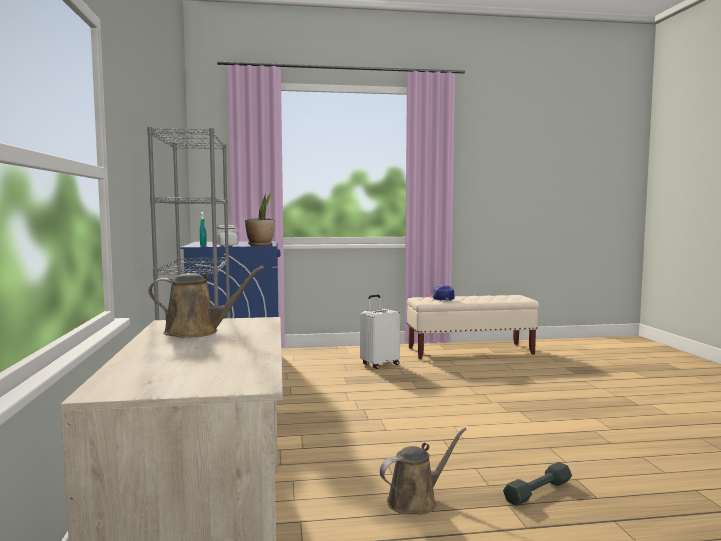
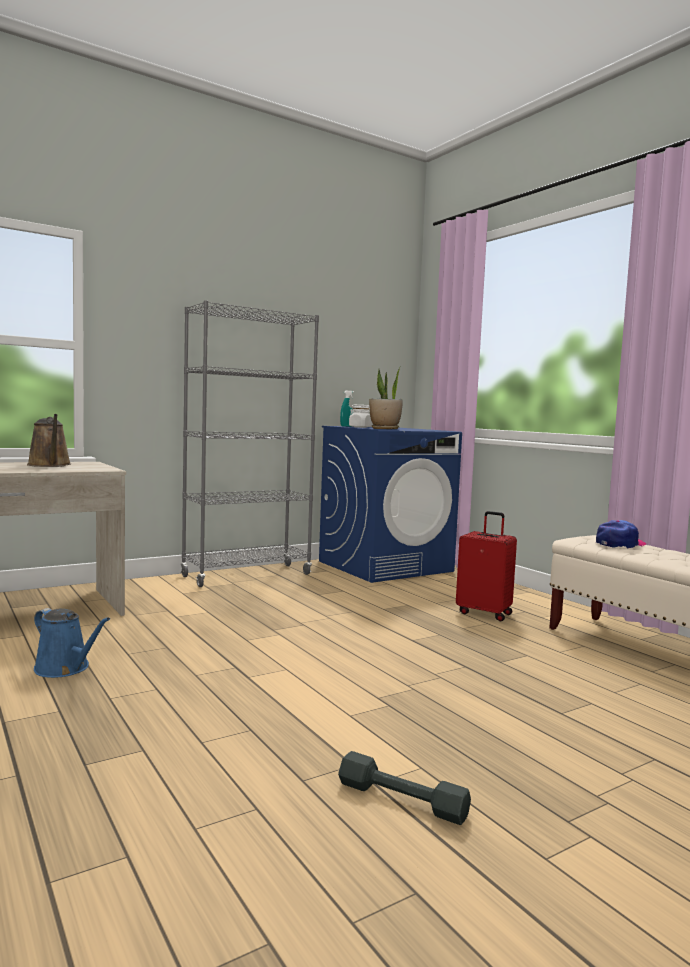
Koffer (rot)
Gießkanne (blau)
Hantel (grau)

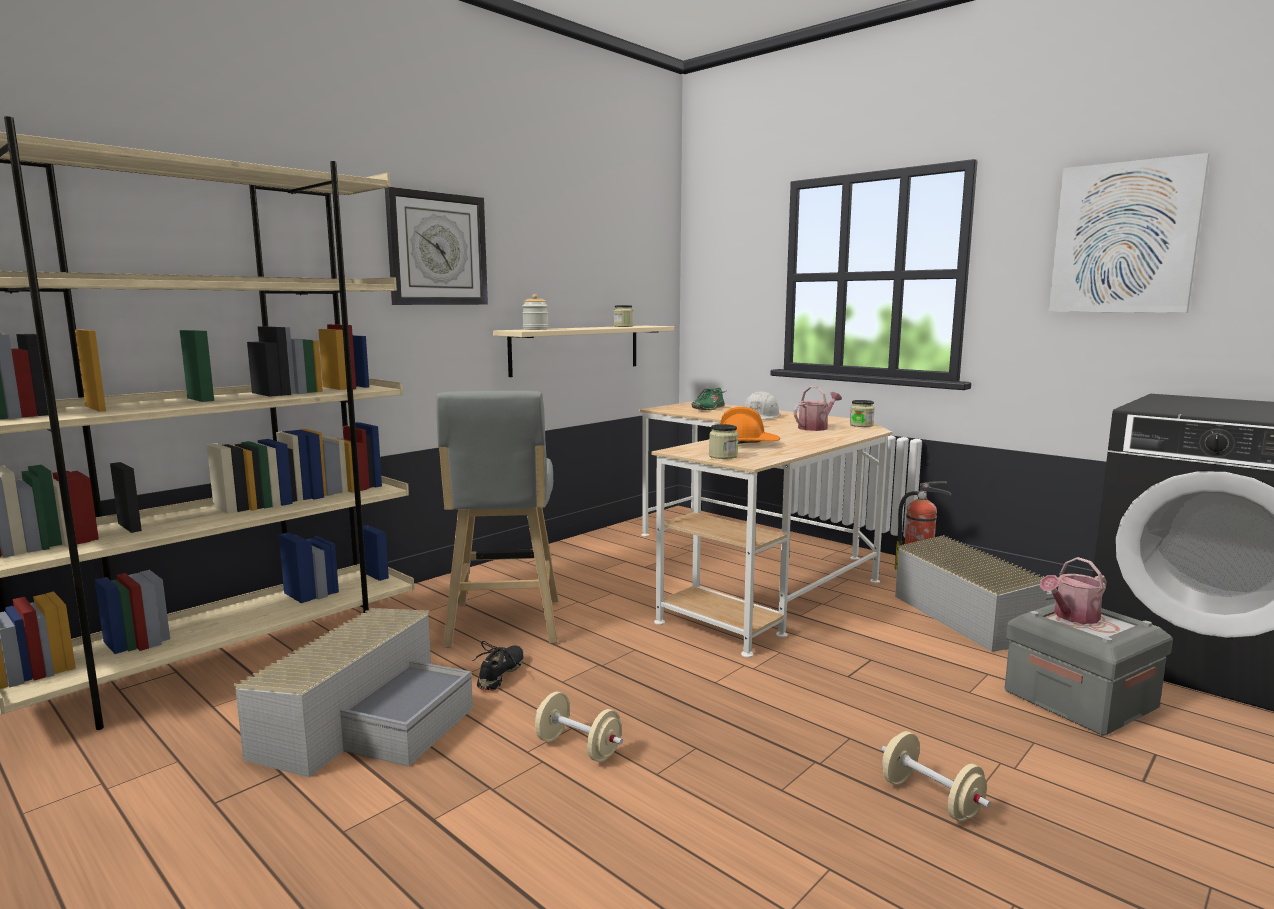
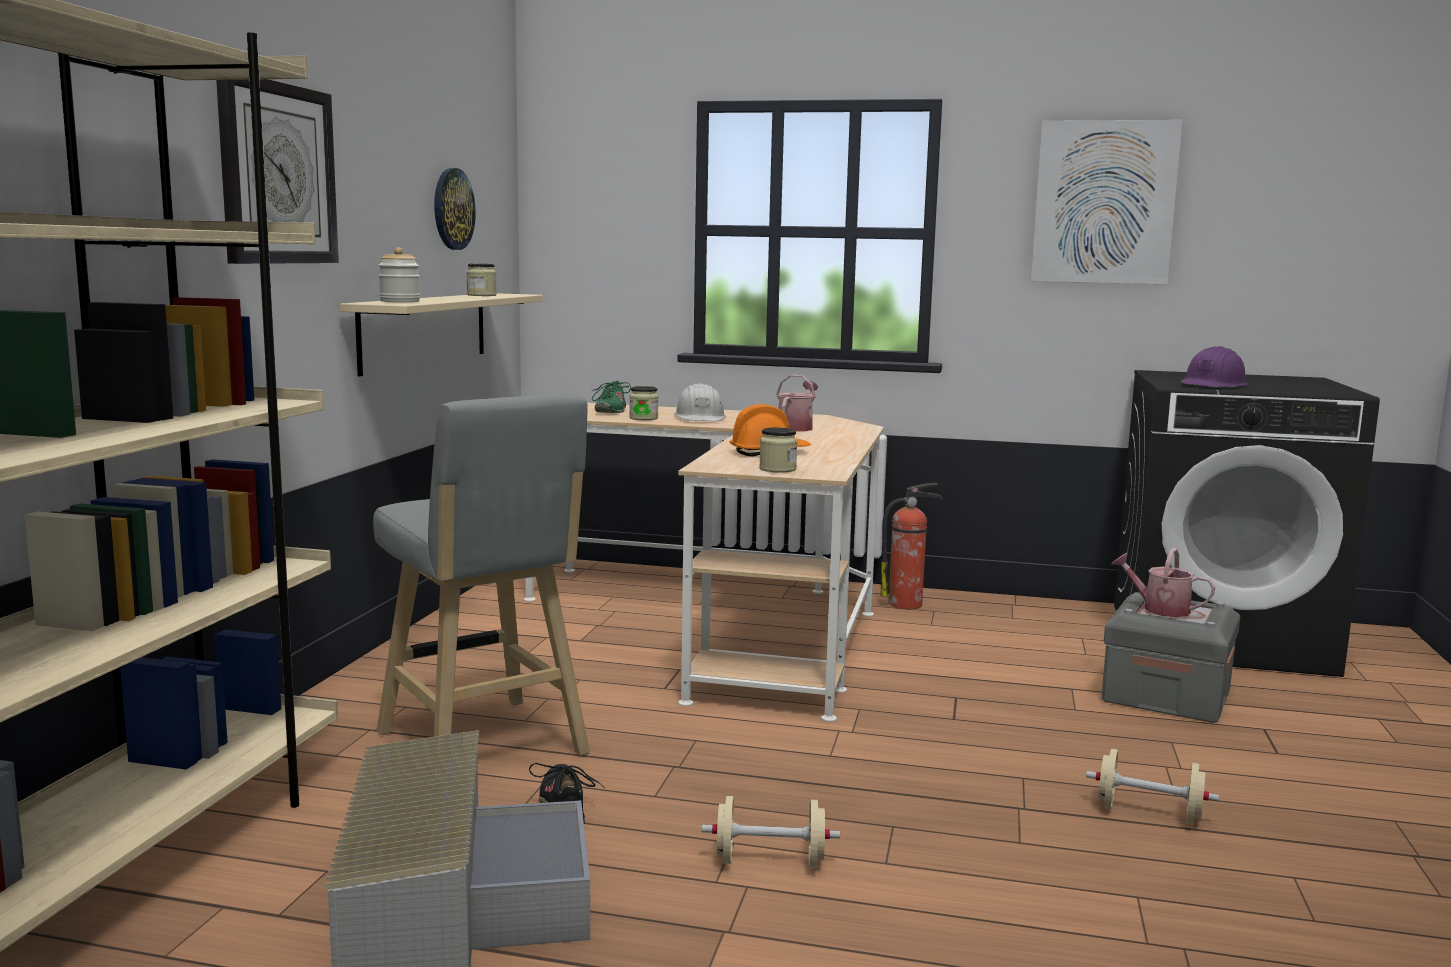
Vorratsglas (no. 3 from left)
Aufbewahrungsbox (grau) (no. 2 from left in the first image)
Gießkanne (no. 2 from left)
Wanduhr (no. 2 from left)
Schutzhelm (lila)

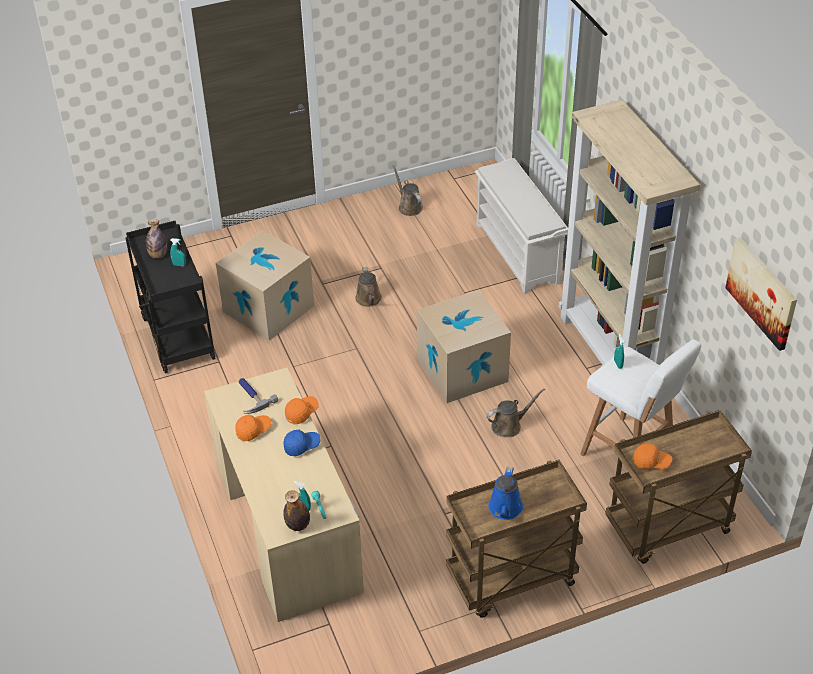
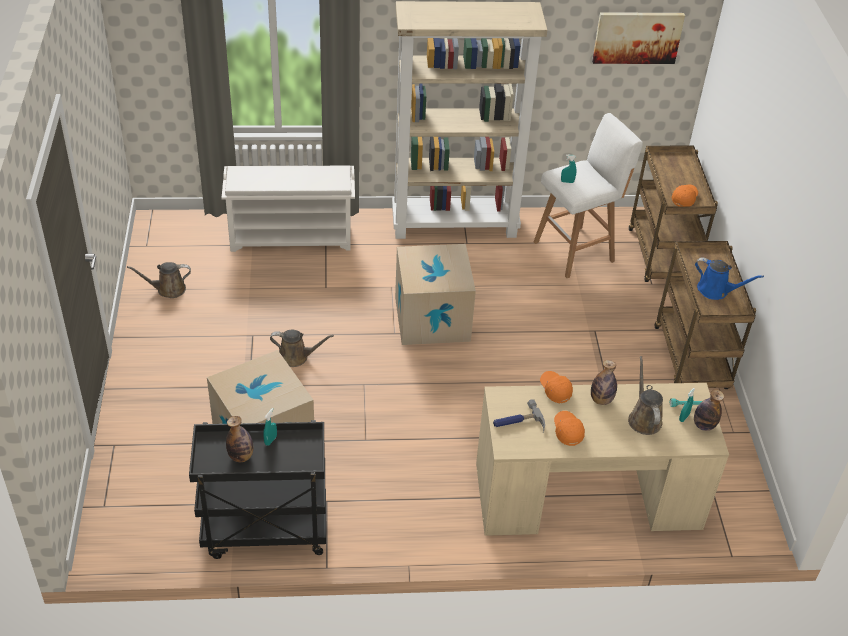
Flasche (no. 2 from left)
Gießkanne (braun) (no. 3 from left)

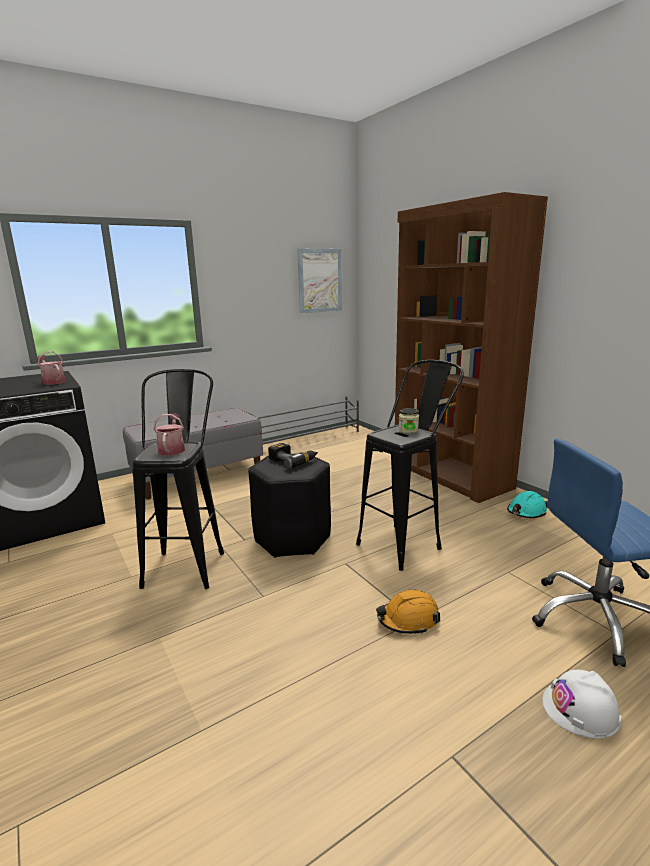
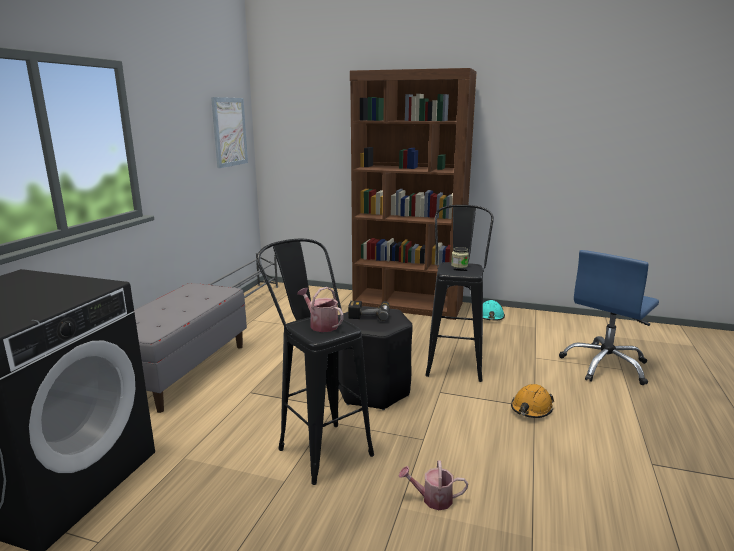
Gießkanne (no. 2 from left)
Schutzhelm (weiß)

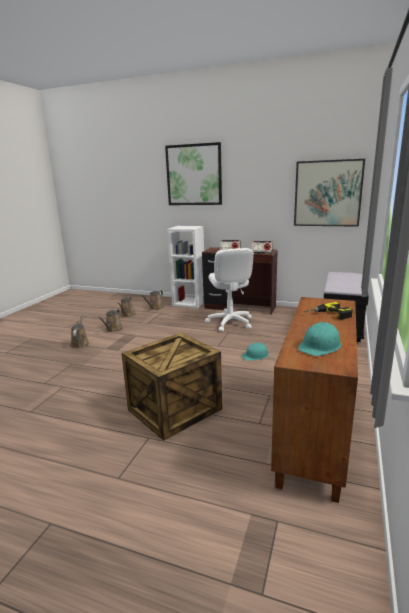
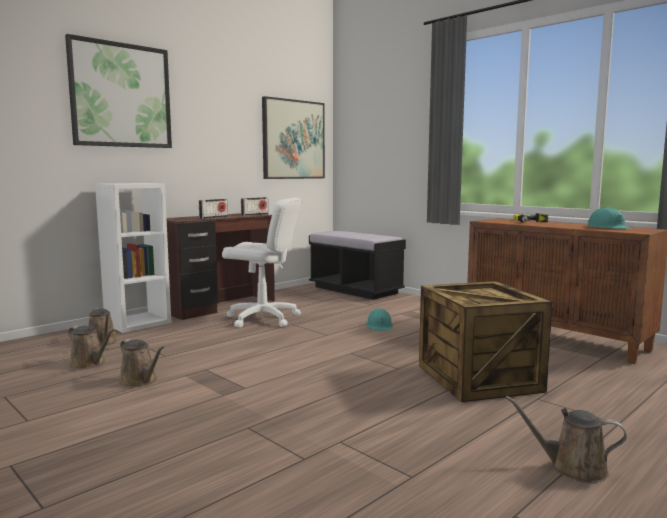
Gießkanne (braun) (no. 4 from left)

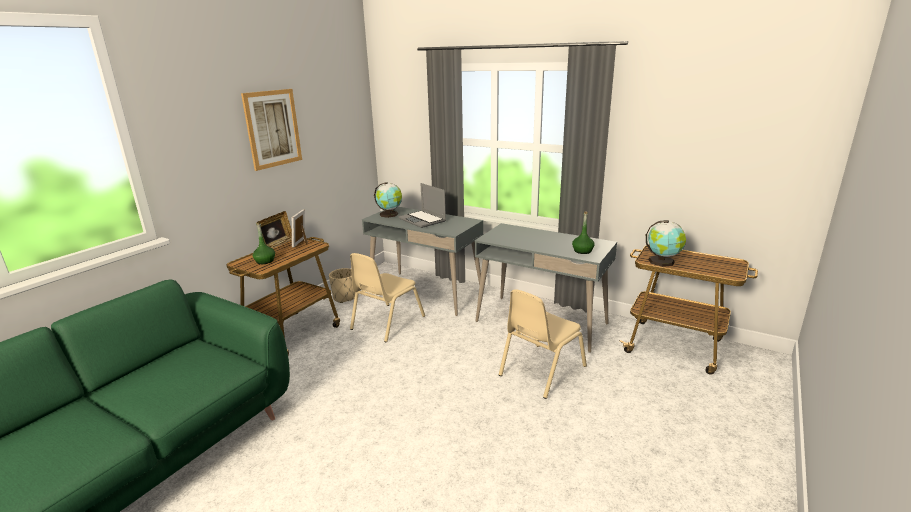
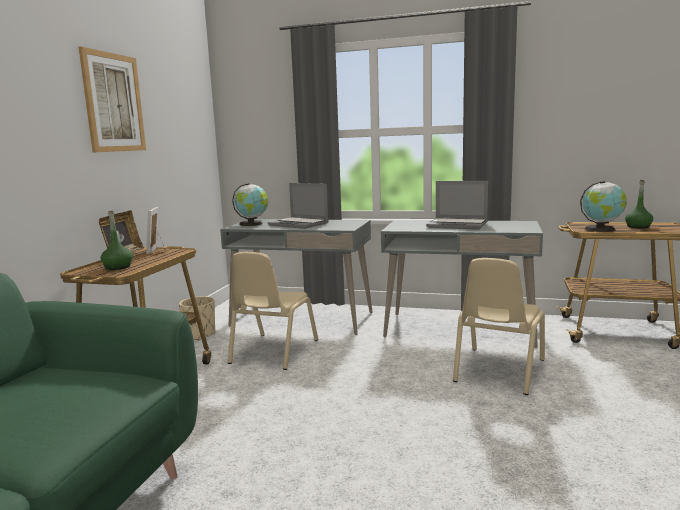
Flasche (grün) (no. 2 from left)
Laptop (no. 2 from left)

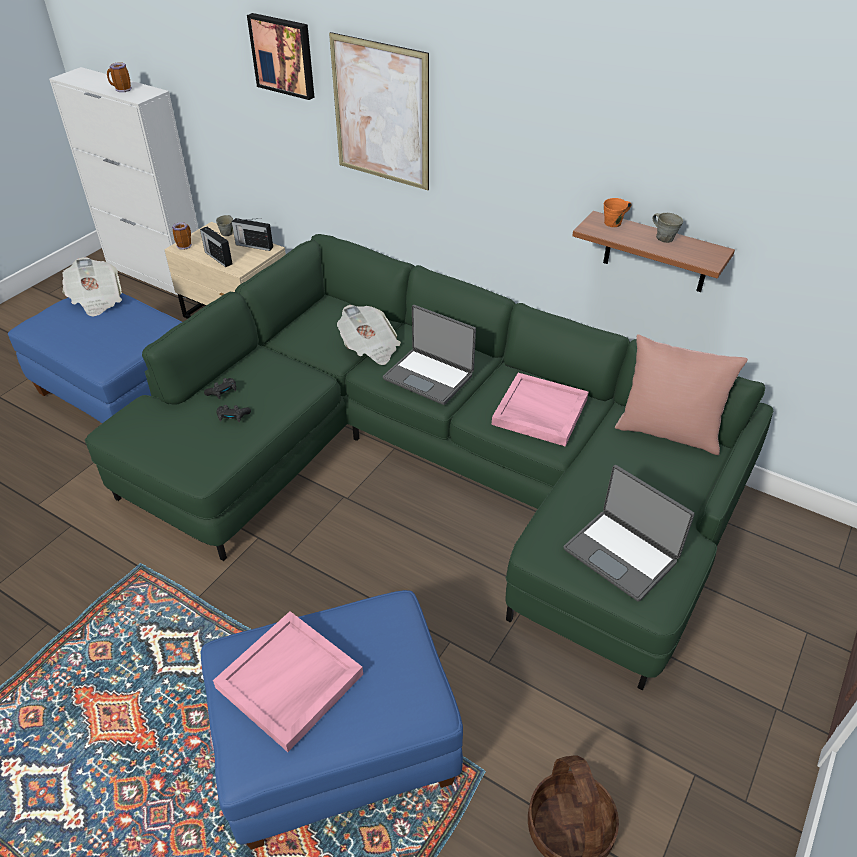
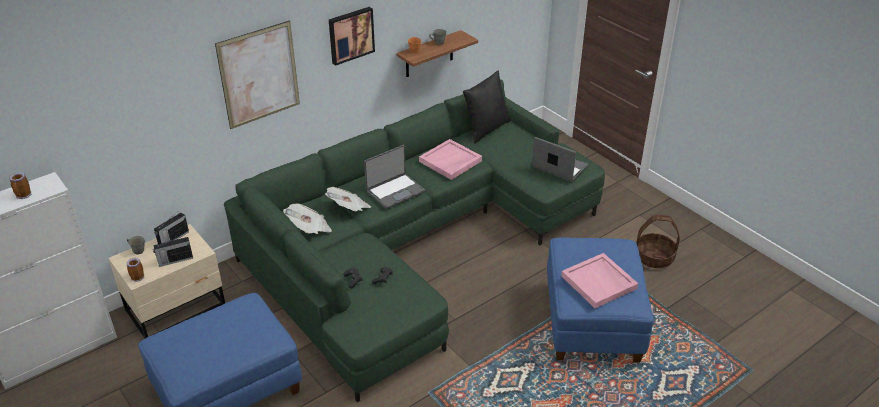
Zeitung (no. 1 from left)
Bild (no. 2 from left)
Laptop (no. 2 from left)
Kissen (schwarz)

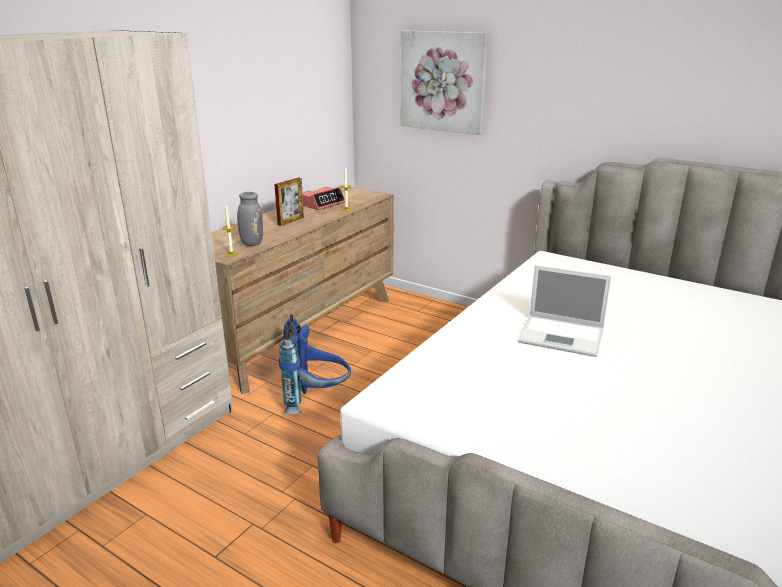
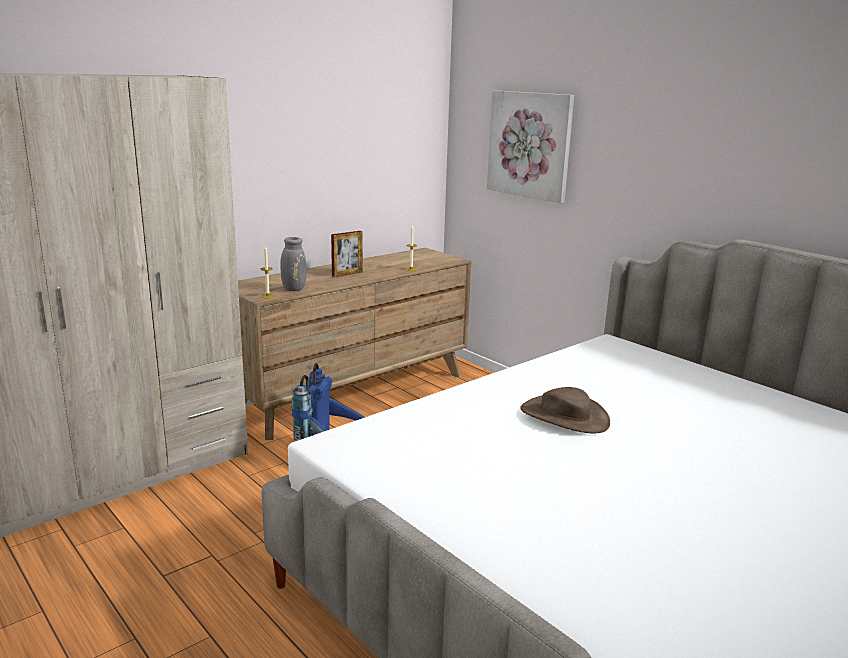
Wecker
Hut (braun)

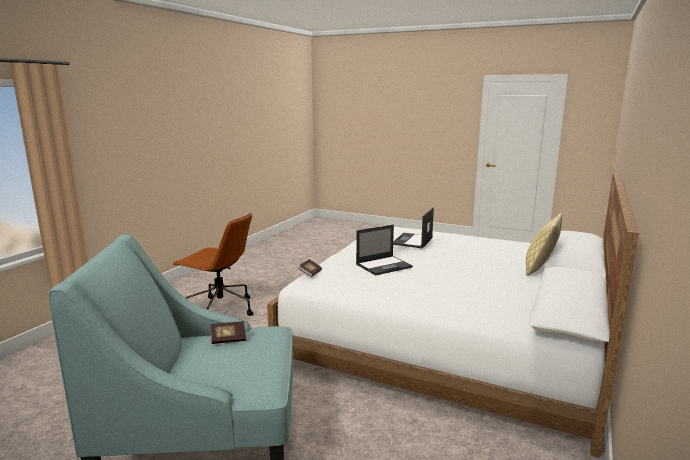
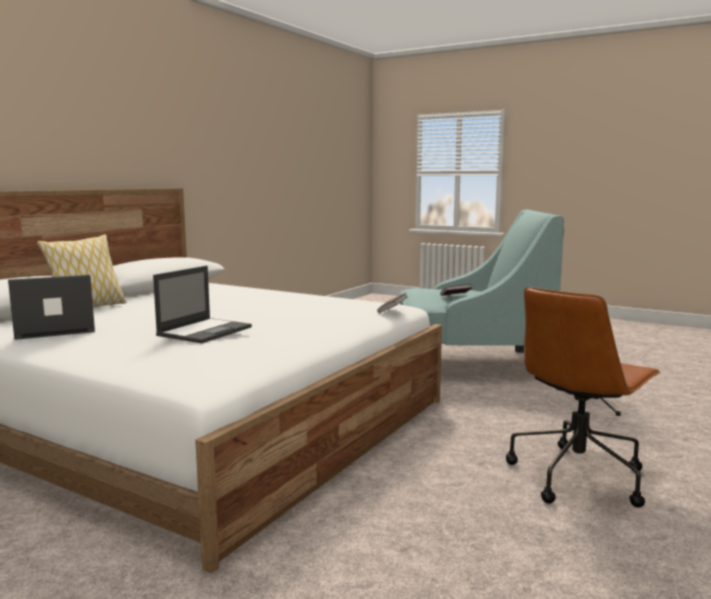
Bürostuhl (braun)
Laptop (no. 1 from left)

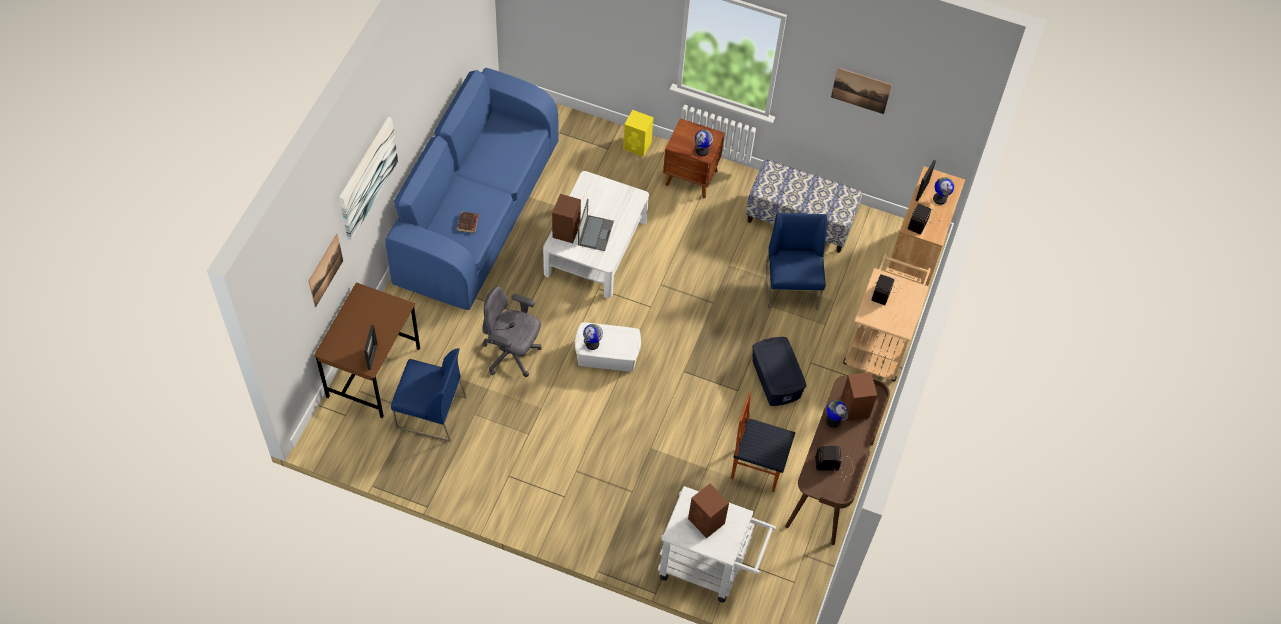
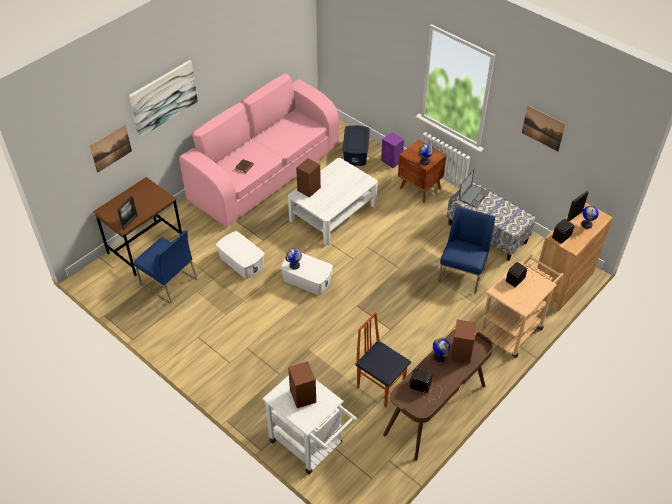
Sofa (rosa)
Aufbewahrungsbox (weiß) (no. 1 from left)
Laptop
Lautsprecher (lila)
Aufbewahrungsbox (blau)

